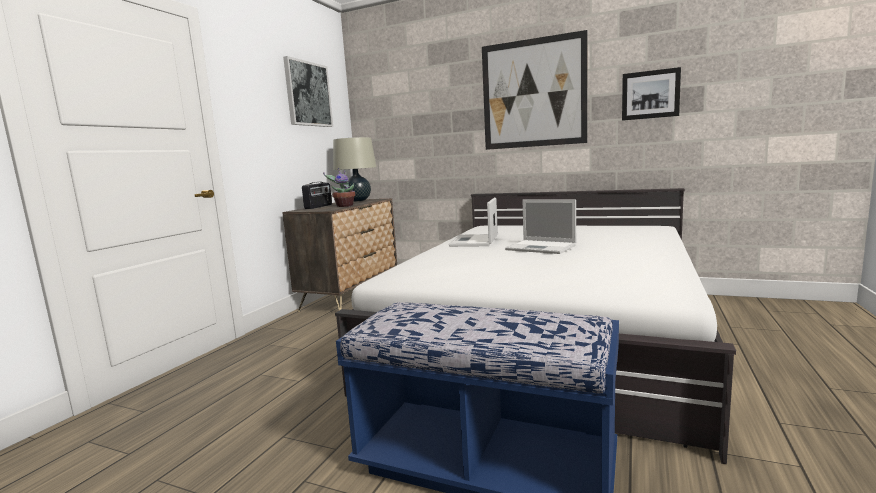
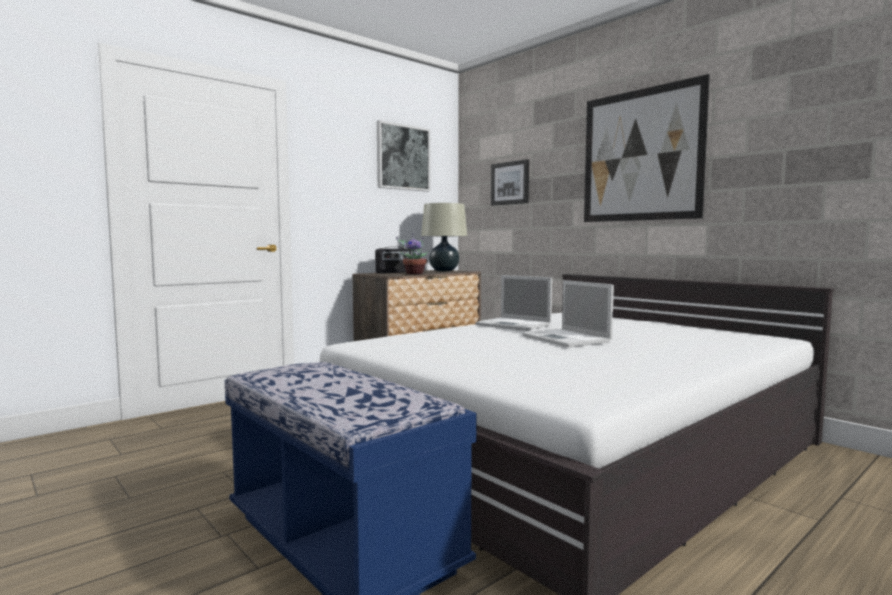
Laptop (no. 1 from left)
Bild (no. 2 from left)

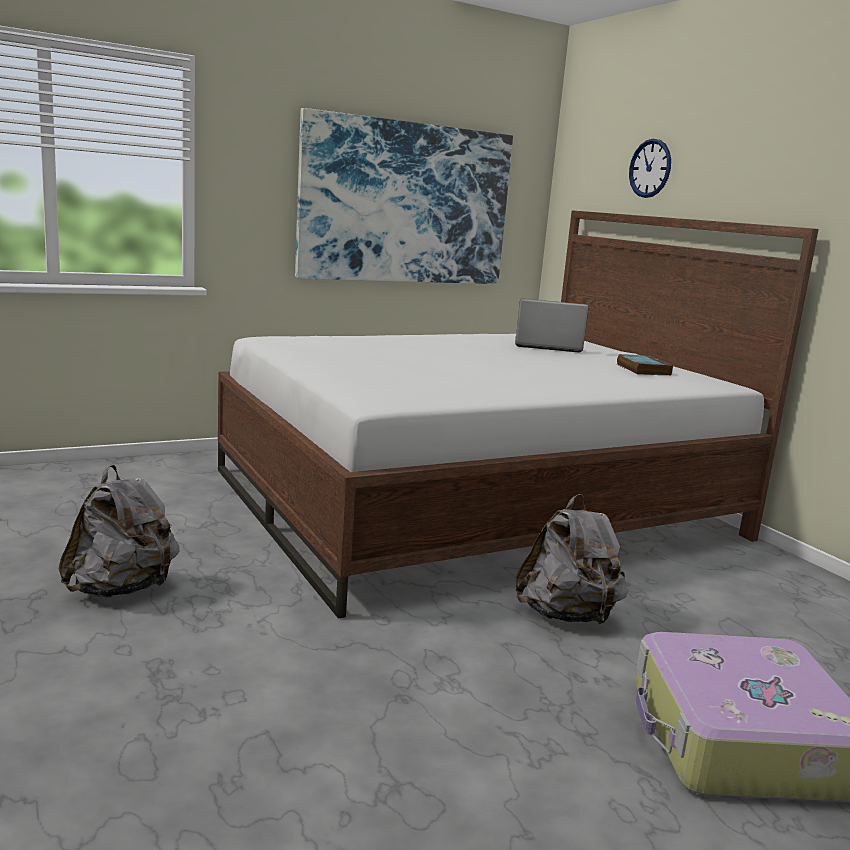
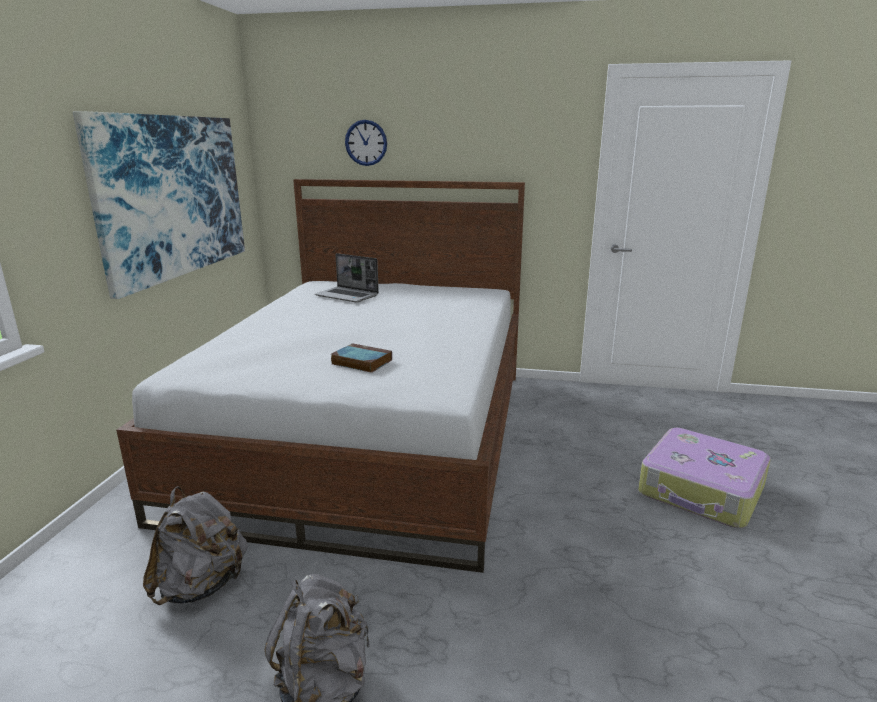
Laptop
Rucksack (grau) (no. 1 from left)
Buch

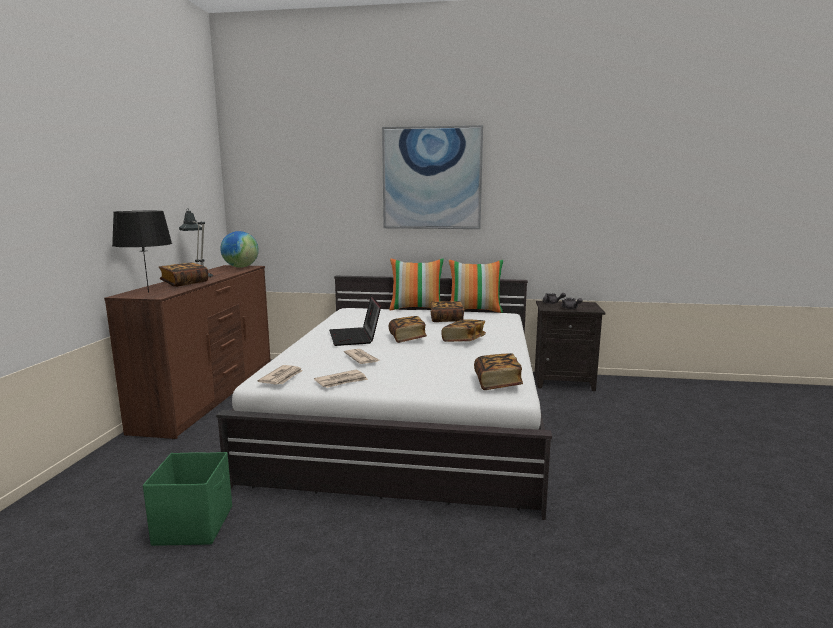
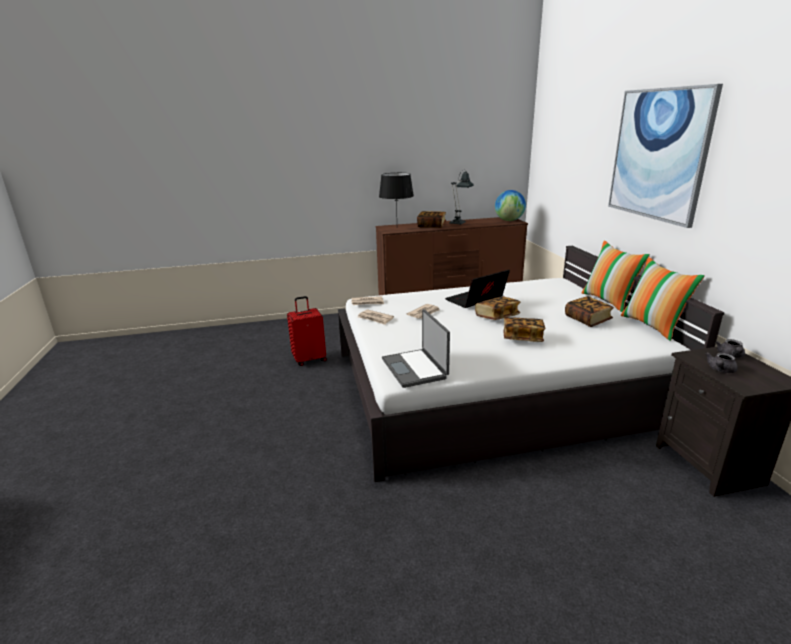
Koffer (rot)
Laptop (no. 1 from left)

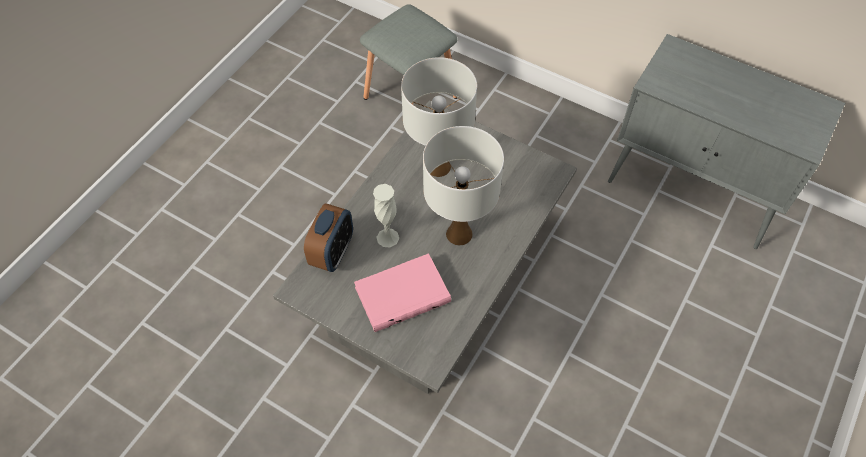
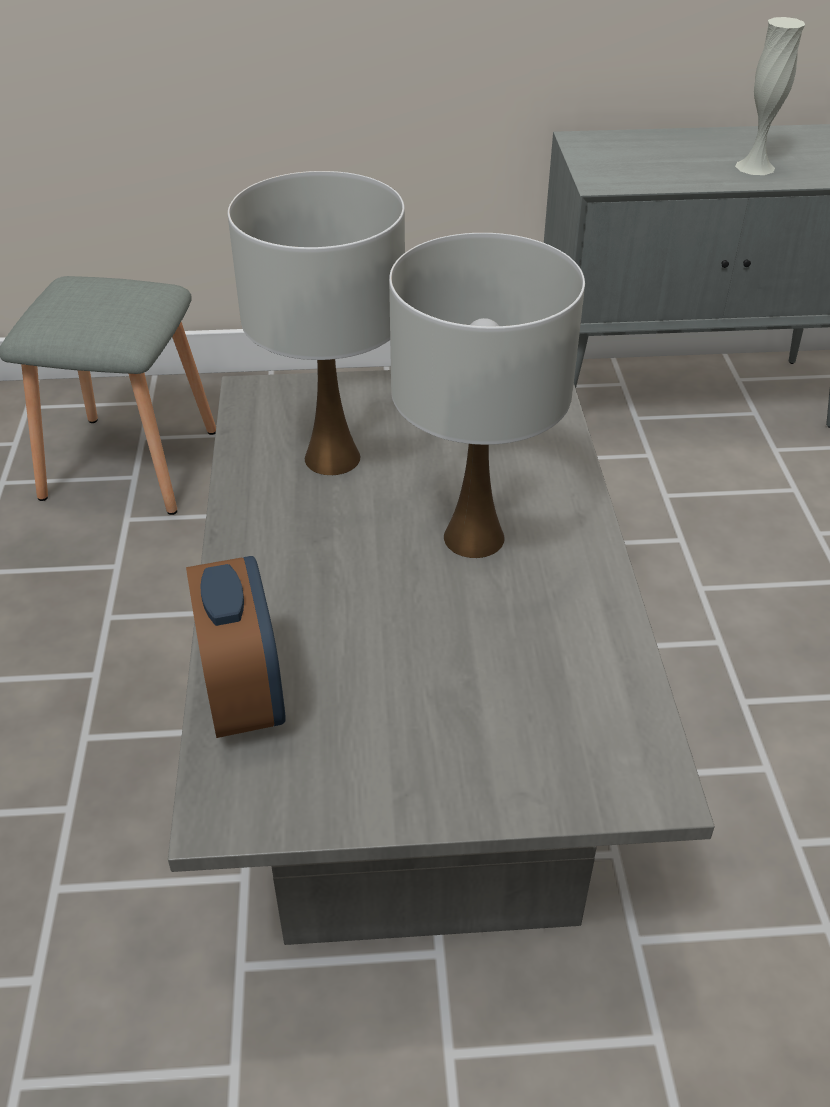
Buch (rosa)
Vase (weiß)

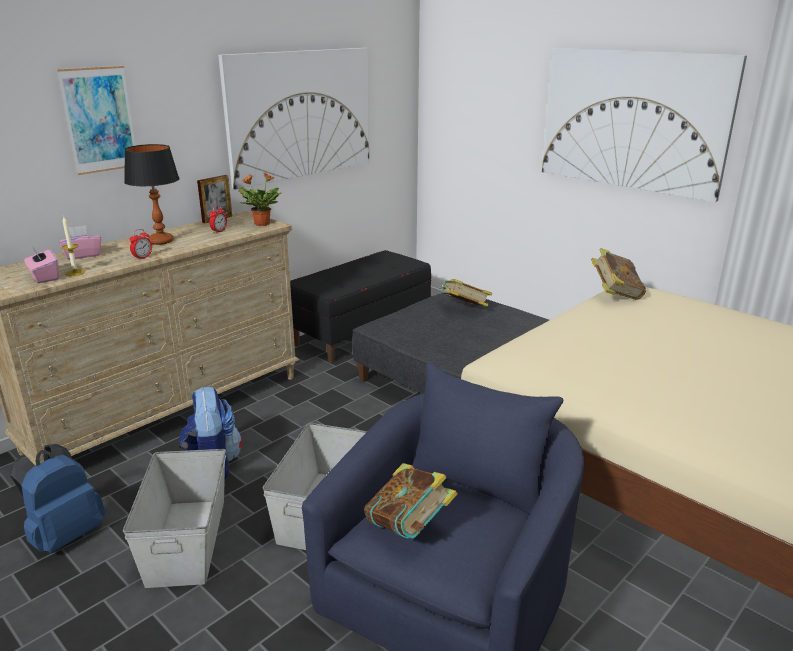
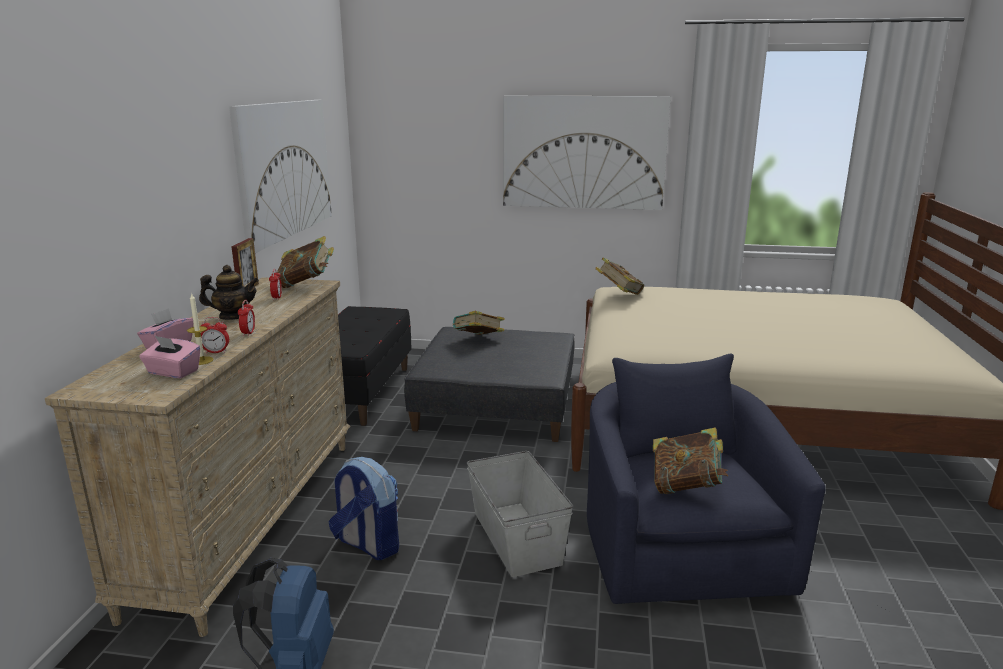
Bild (no. 1 from left in the first image)
Aufbewahrungsbox (grau) (no. 1 from left in the first image)
Teekanne
Buch (no. 1 from left)
Wecker (no. 1 from left)

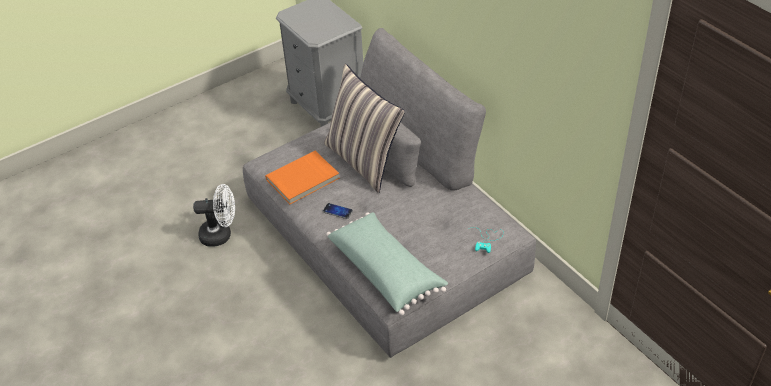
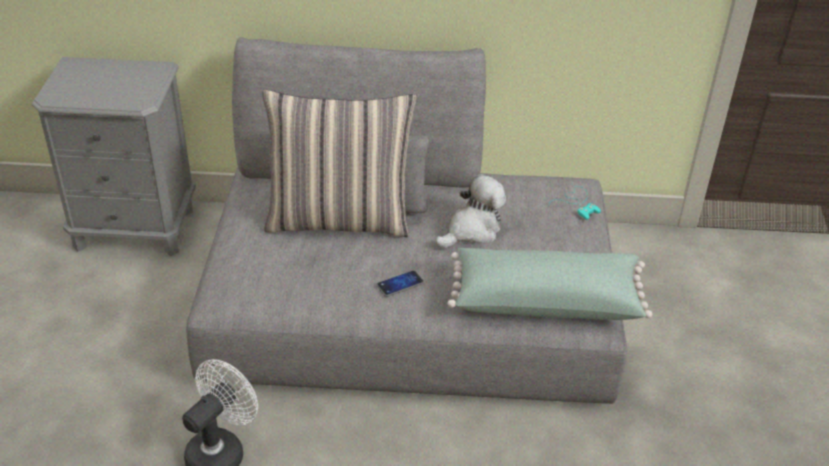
Buch (orange)
Plüschtier

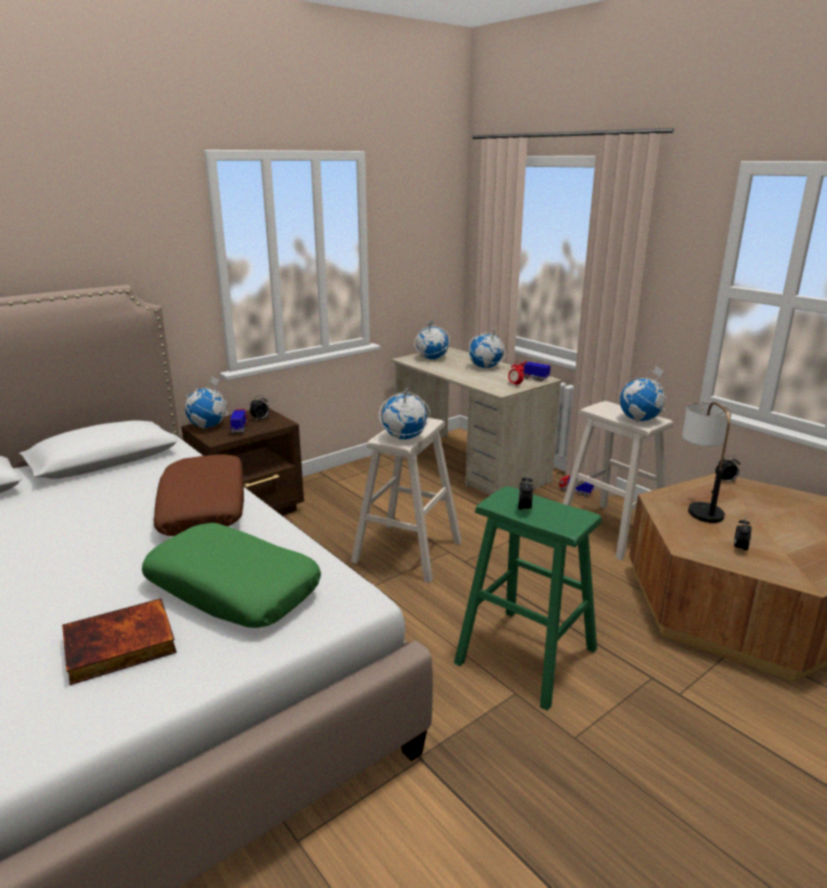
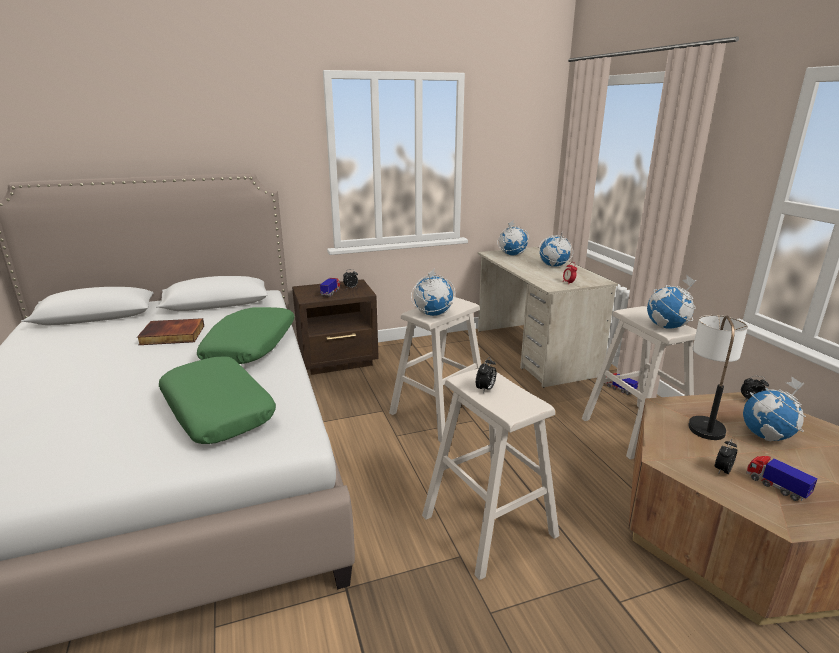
Buch
Kissen (grün) (no. 2 from left)
Globus (no. 5 from left)
Hocker (beige) (no. 2 from left)
Spielzeuglaster (no. 3 from left)

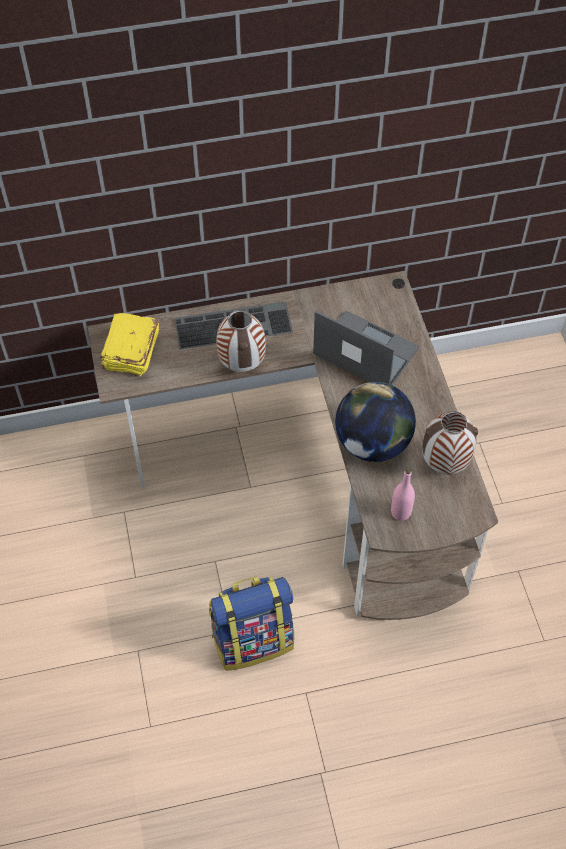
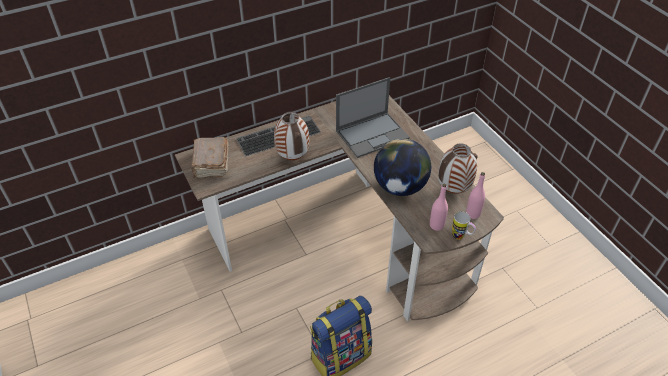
Buch (braun)
Laptop
Henkelbecher
Flasche (rosa) (no. 2 from left)

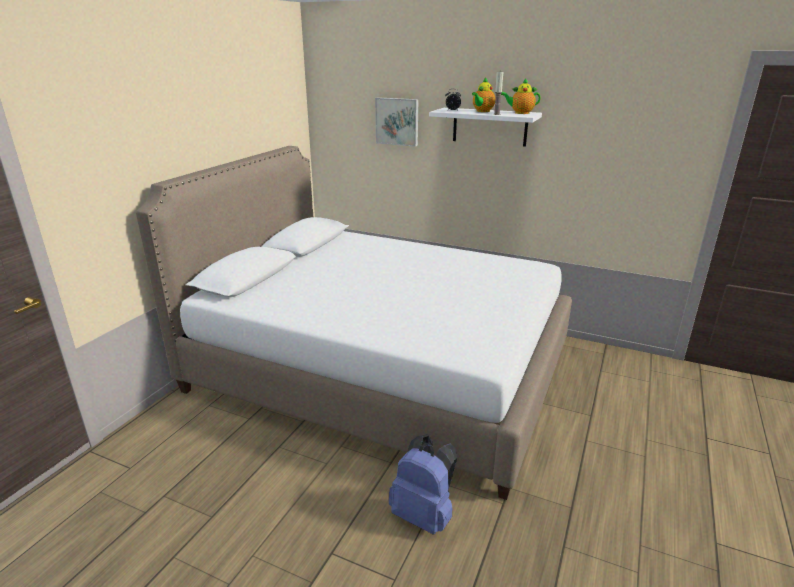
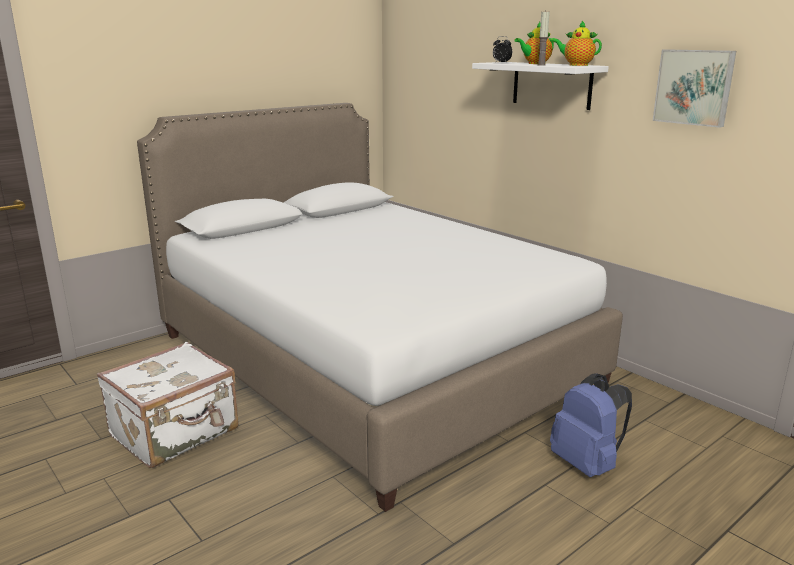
Bild
Rucksack (blau)
Koffer (weiß)

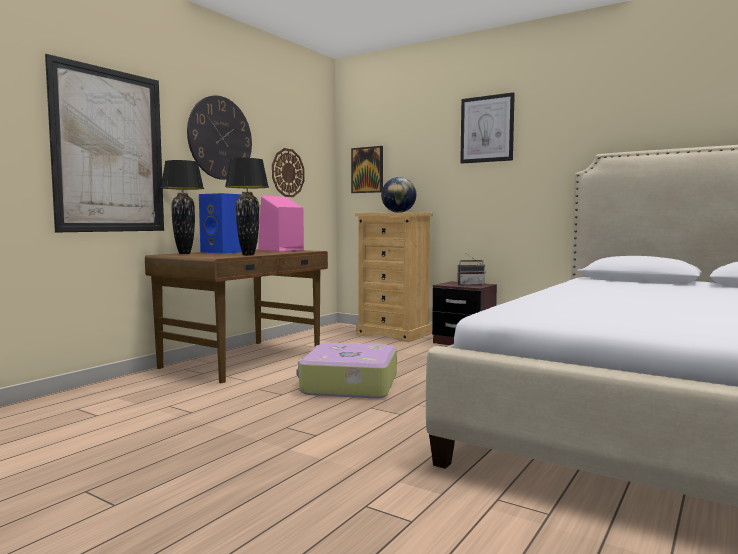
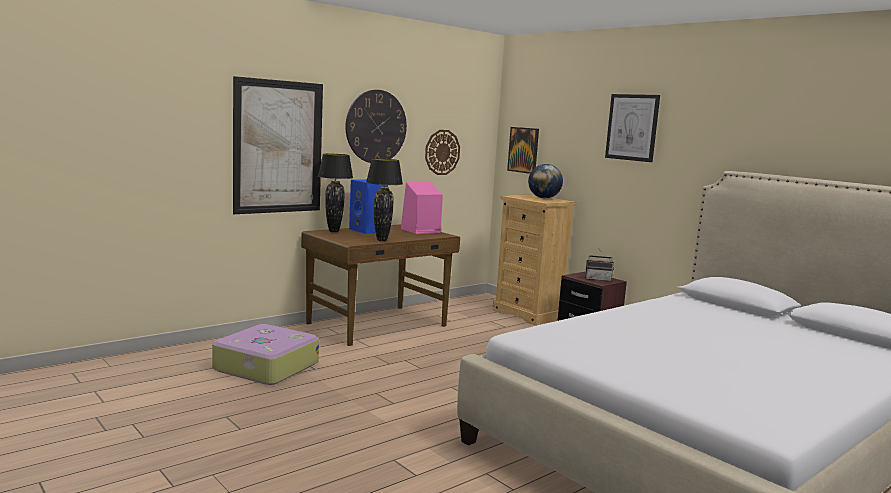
Koffer

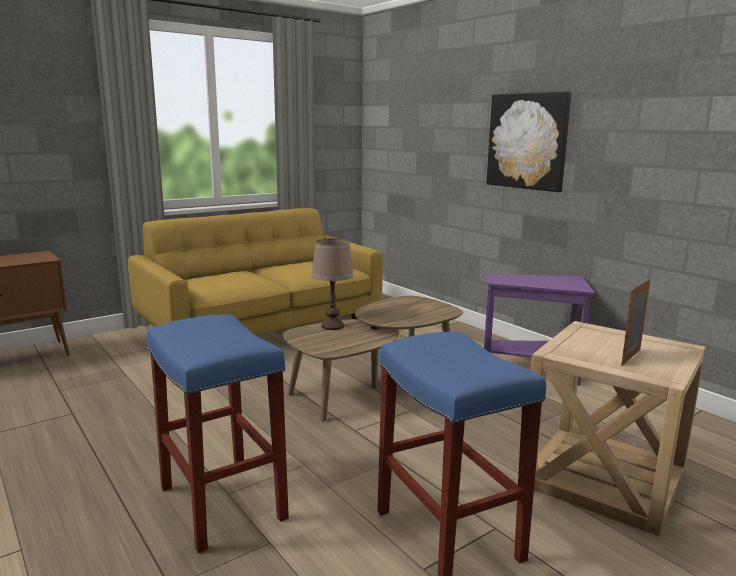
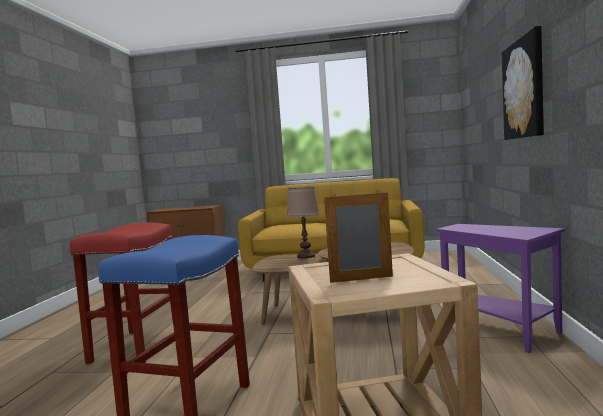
Hocker (rot)

